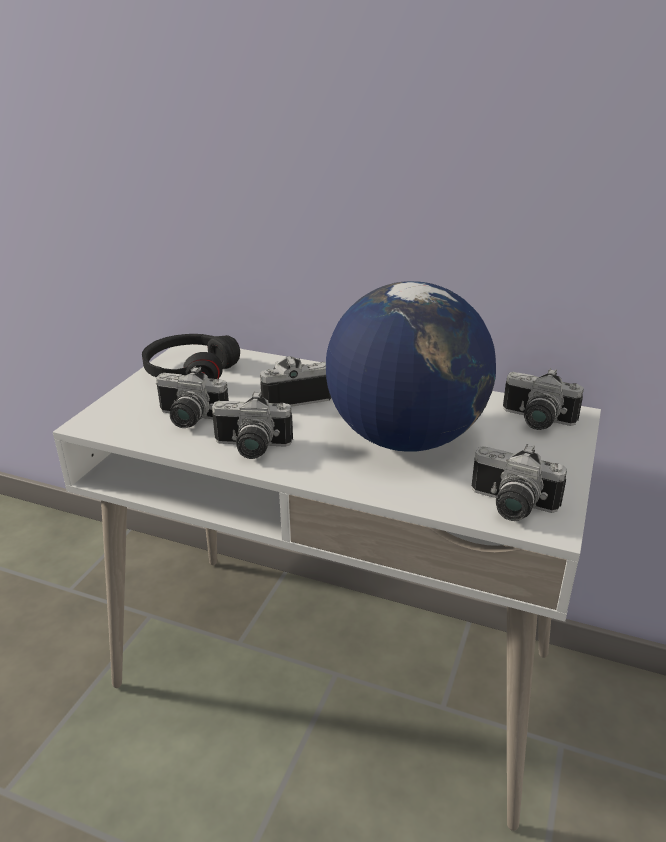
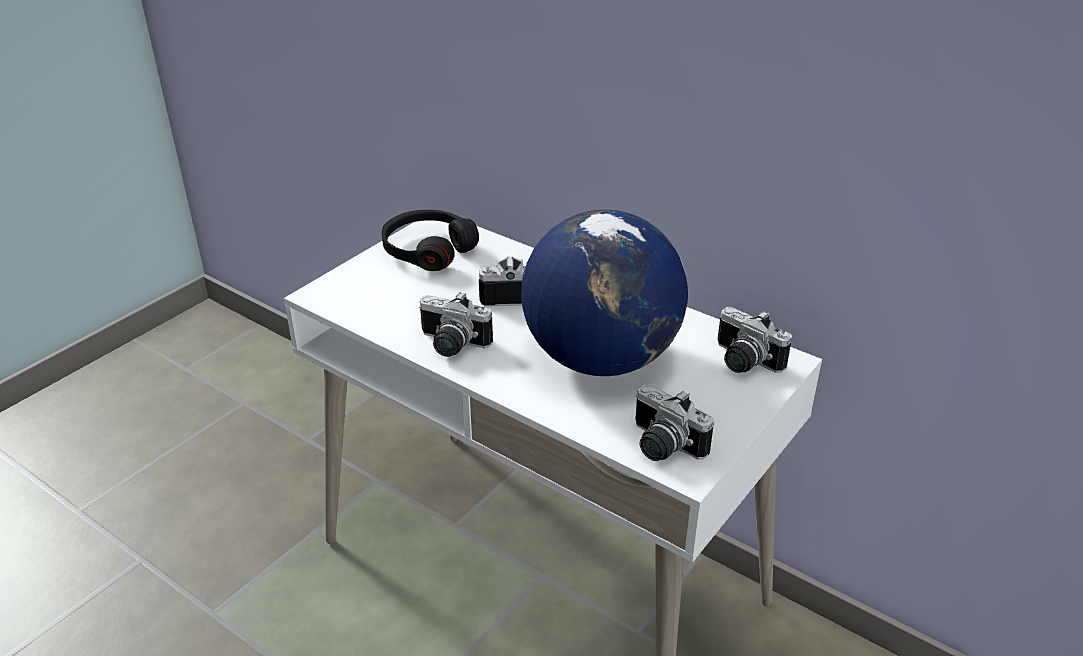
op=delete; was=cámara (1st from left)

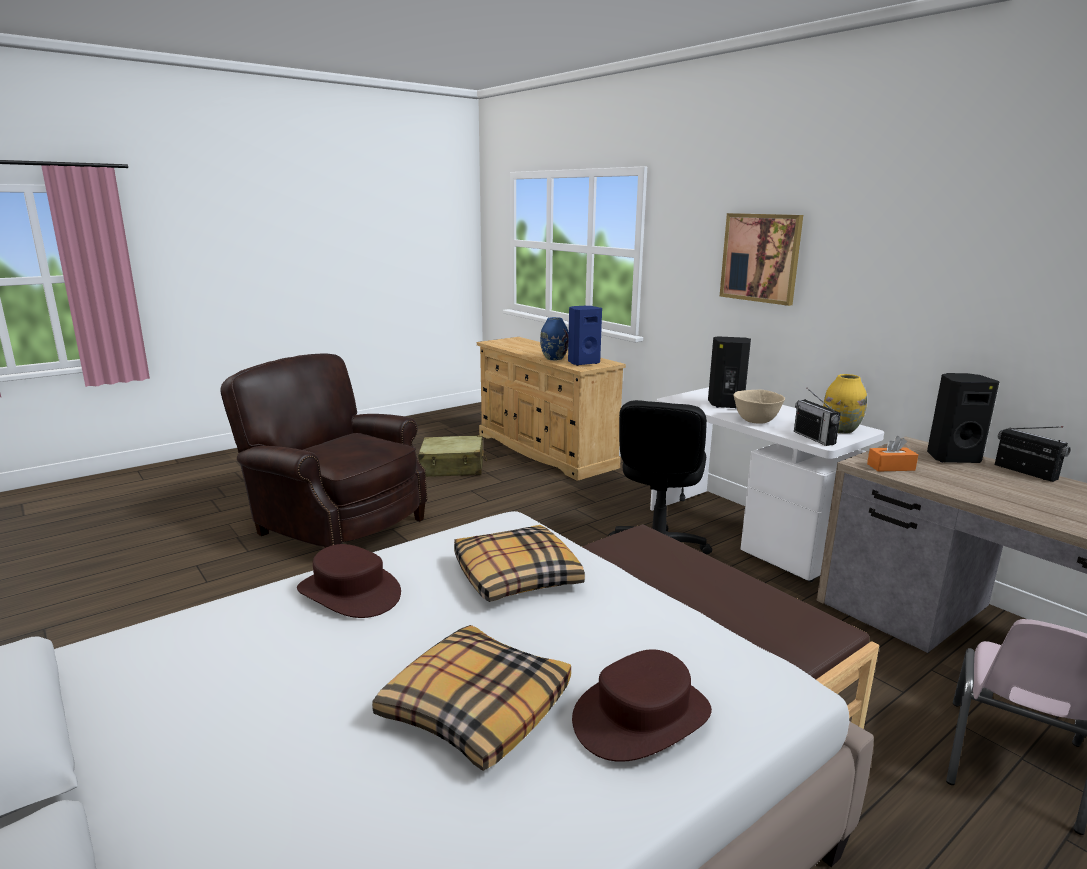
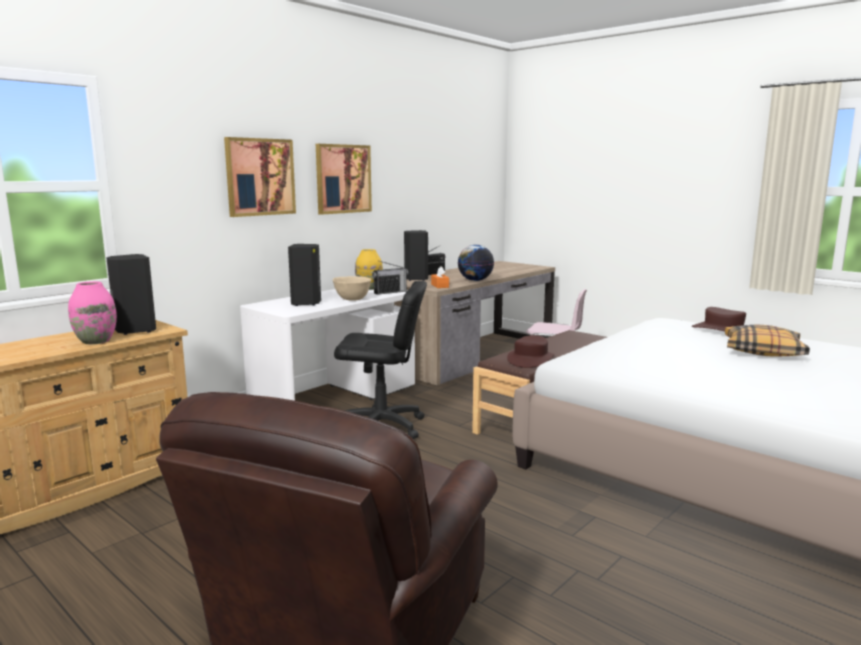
op=recolor; was=altavoz/azul; now=altavoz/negro (1st from left)
op=recolor; was=florero/azul; now=florero/rosa
op=delete; was=maleta/beis
op=delete; was=cojín (2nd from left)
op=move; was=sombrero/marrón (1st from left)
op=insert; now=cuadro (2nd from left)
op=insert; now=globo terráqueo

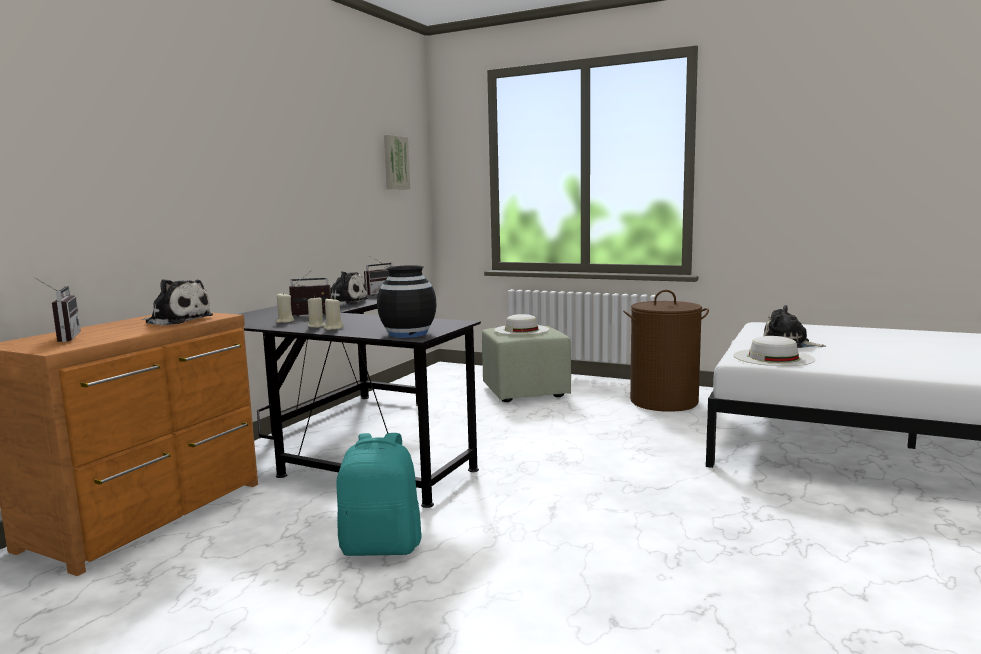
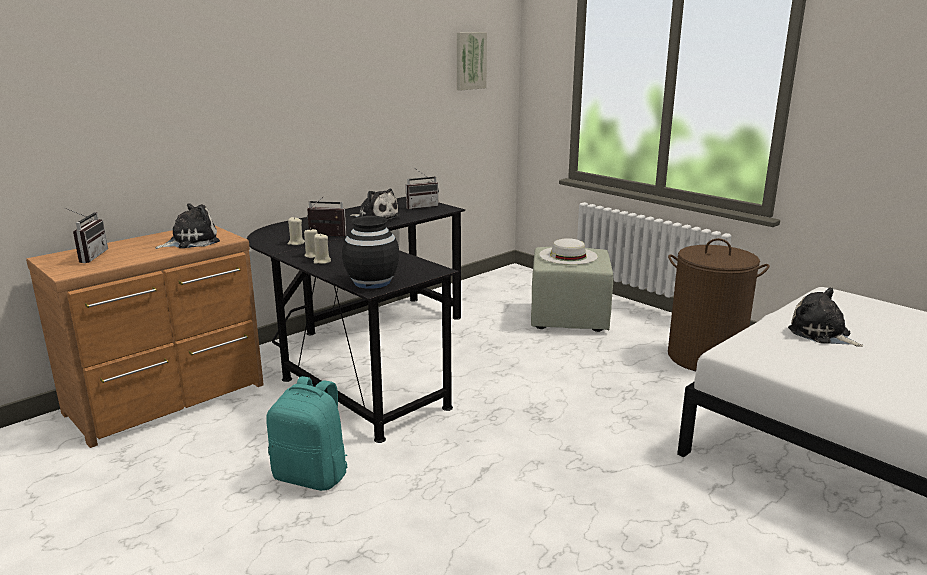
op=rotate; was=peluche (1st from left); clockwise=-75
op=delete; was=sombrero/blanco (2nd from left)

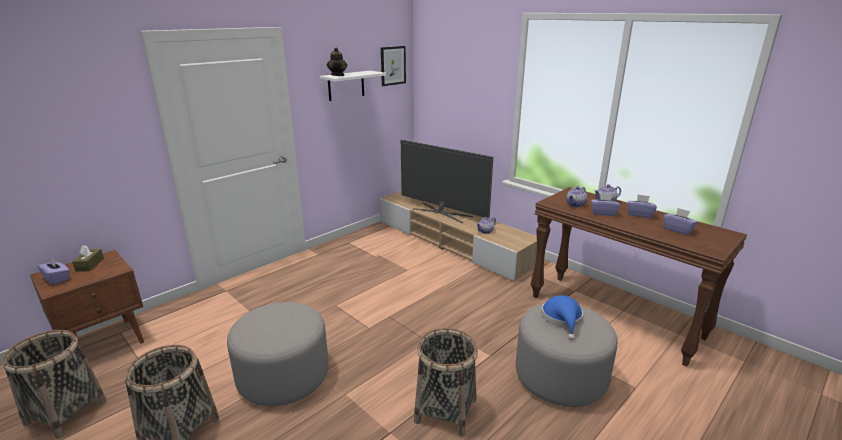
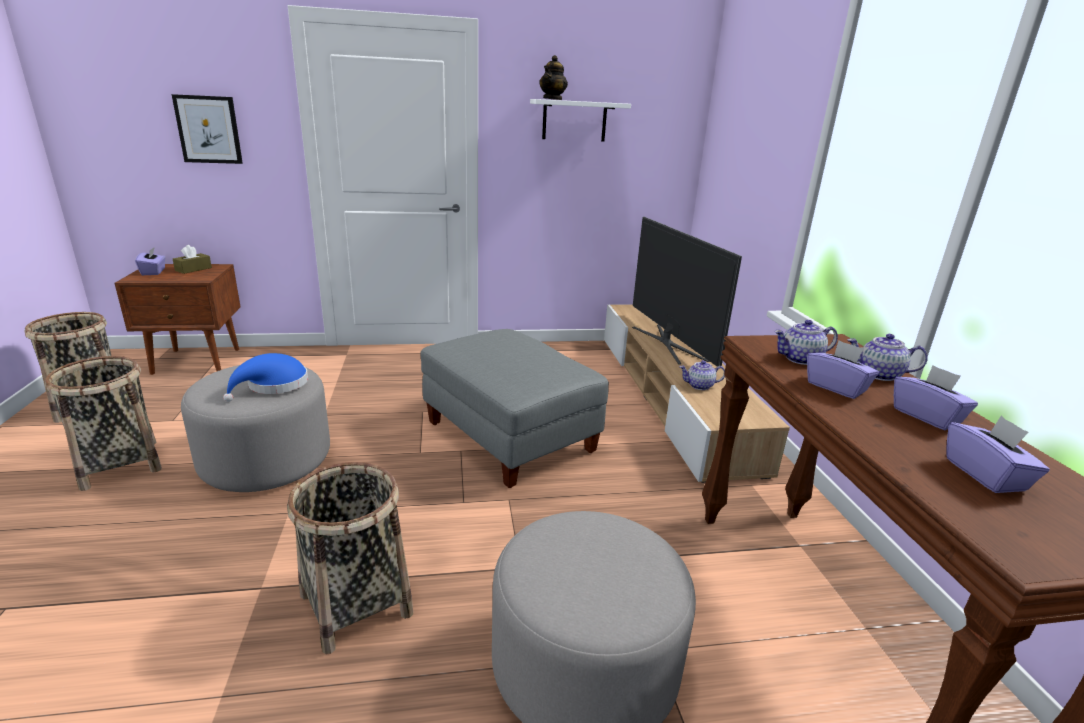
op=move; was=cuadro
op=move; was=sombrero/azul
op=insert; now=puf/gris (2nd from left)

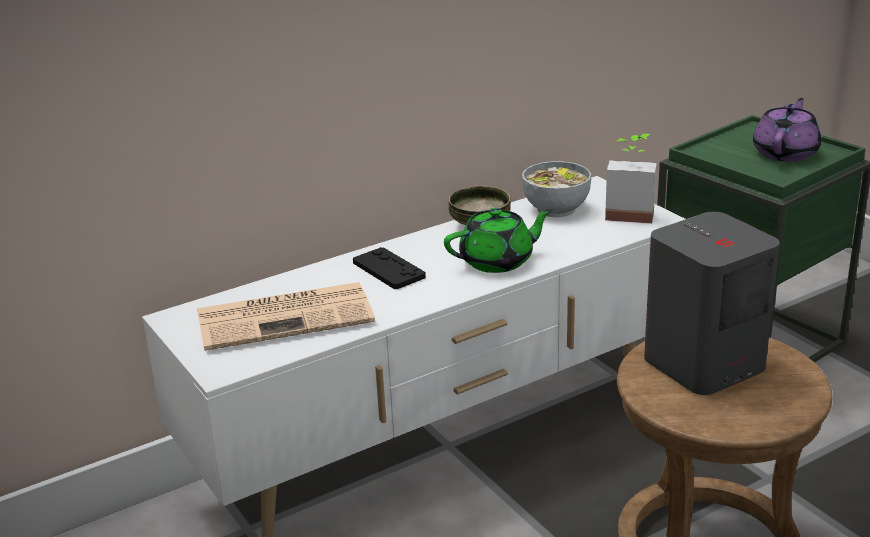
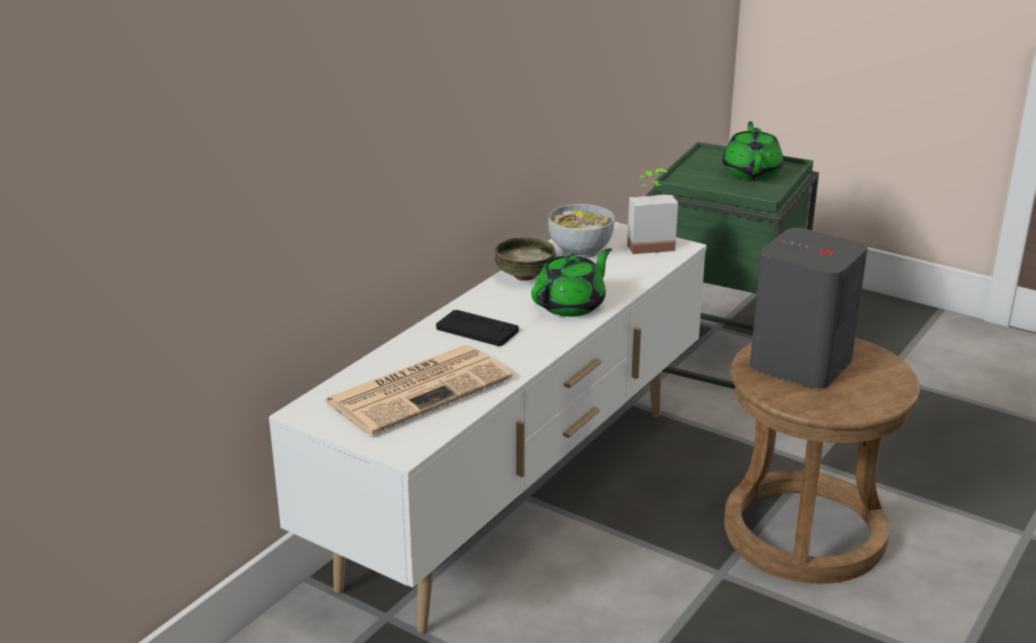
op=recolor; was=tetera/morado; now=tetera/verde (2nd from left)

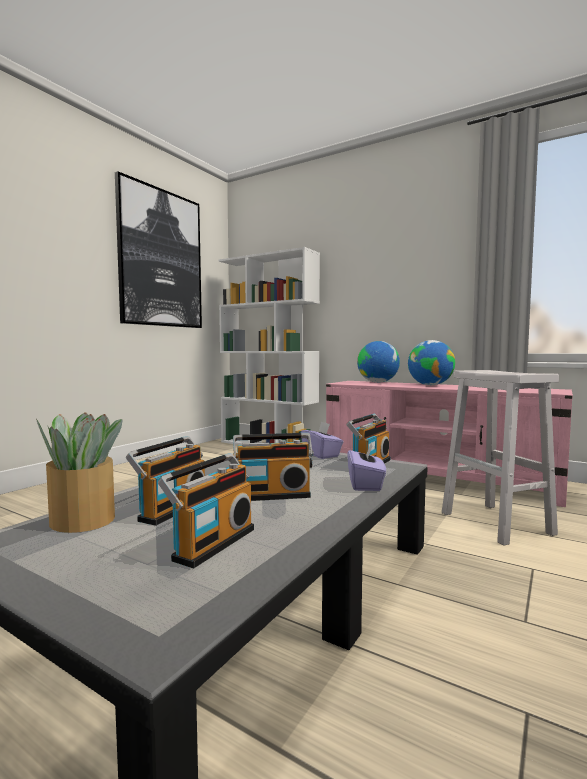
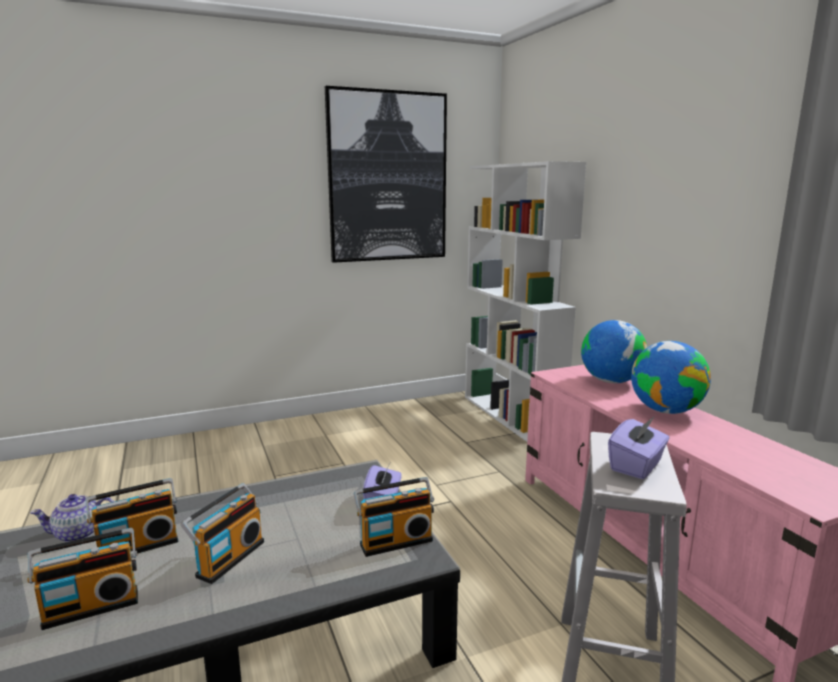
op=replace; was=planta en maceta; now=tetera
op=rotate; was=radio (3rd from left); clockwise=-90
op=move; was=caja de pañuelos/morado (2nd from left)

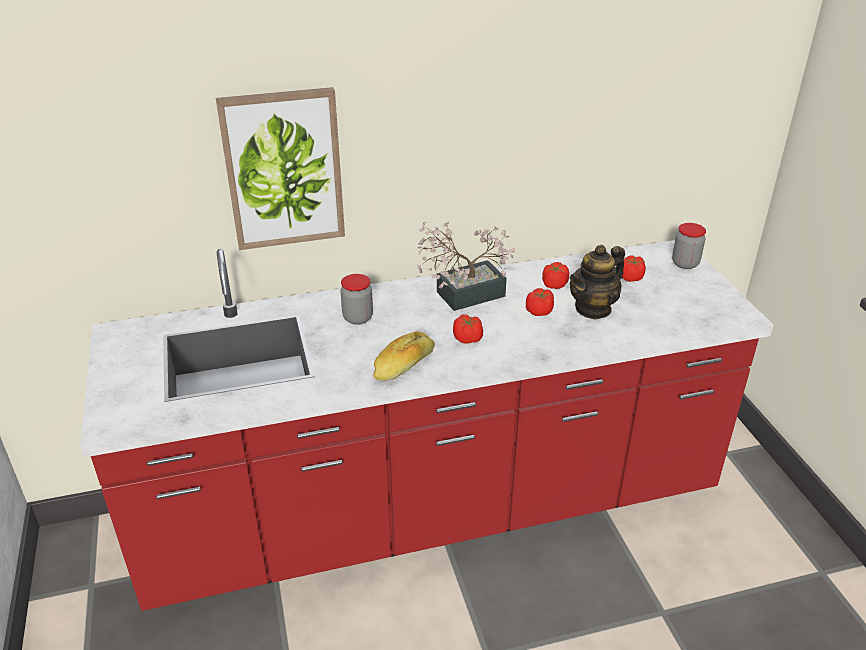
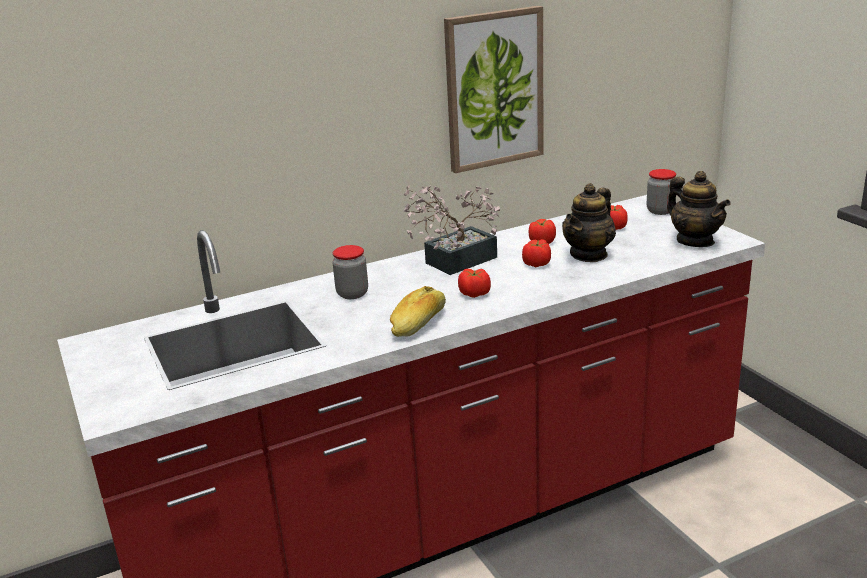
op=move; was=cuadro
op=insert; now=tetera (2nd from left)

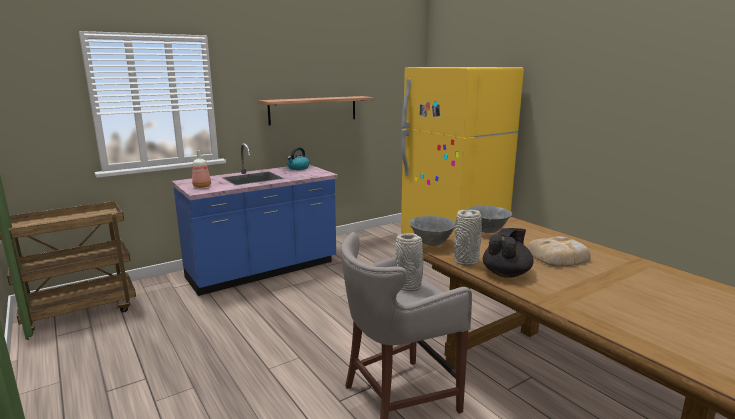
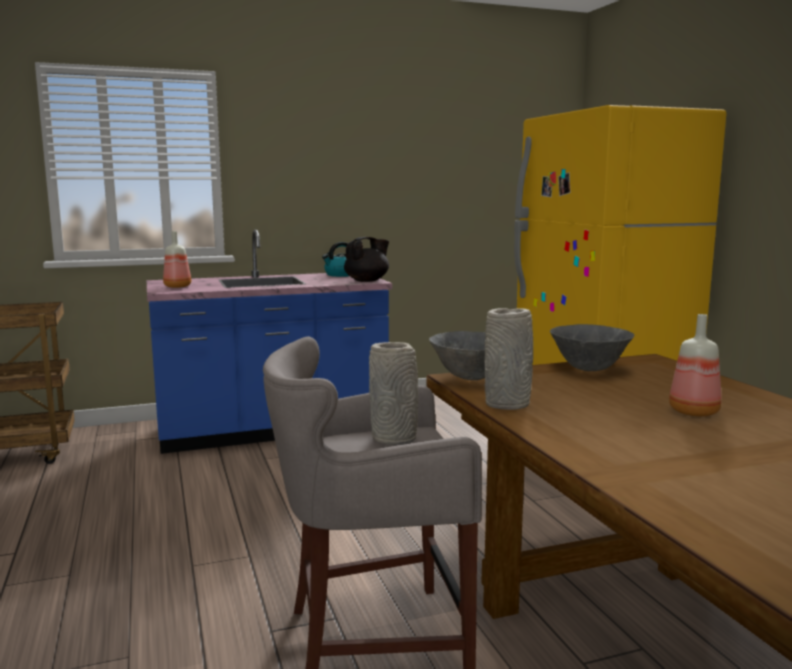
op=delete; was=estante
op=move; was=tetera/negro
op=replace; was=pan; now=botella (2nd from left)

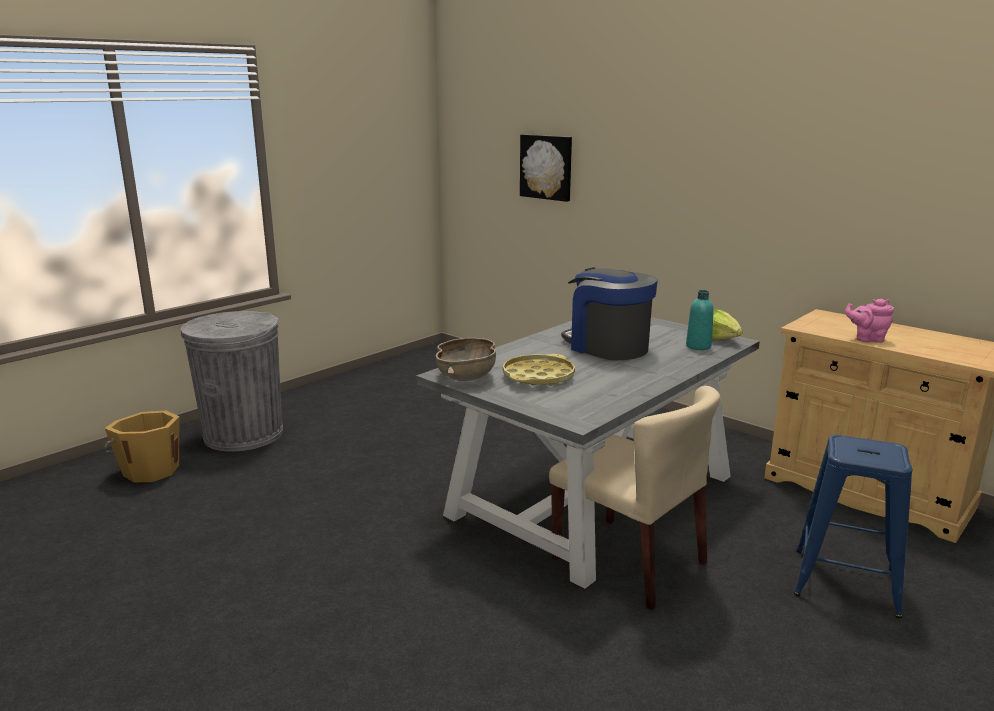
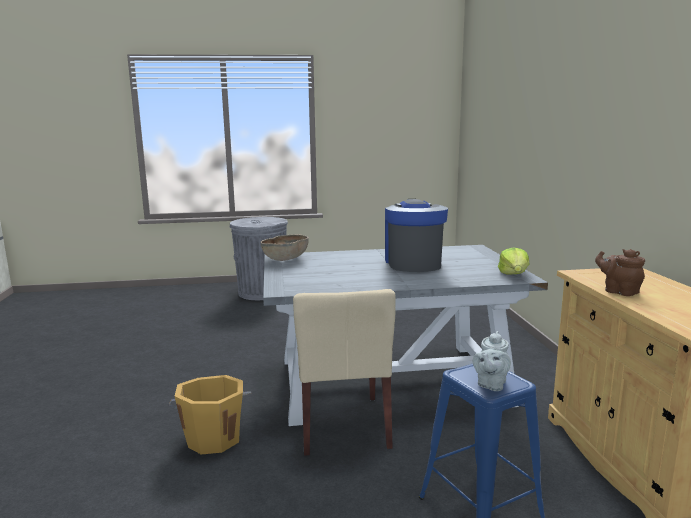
op=delete; was=cuadro
op=delete; was=botella/turquesa
op=recolor; was=tetera/rosa; now=tetera/marrón
op=delete; was=bandeja/amarillo
op=move; was=cubo/naranja
op=insert; now=tetera/gris

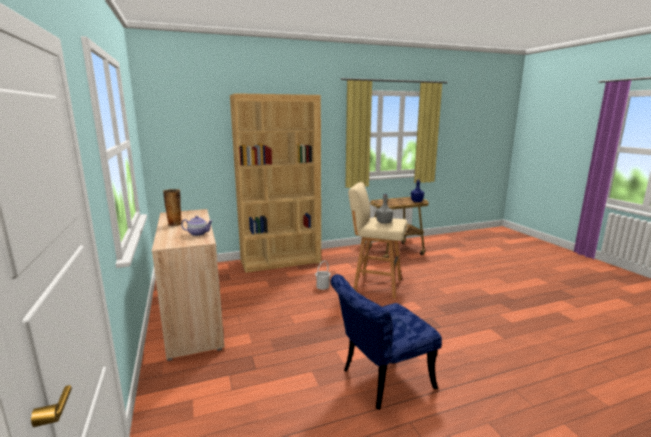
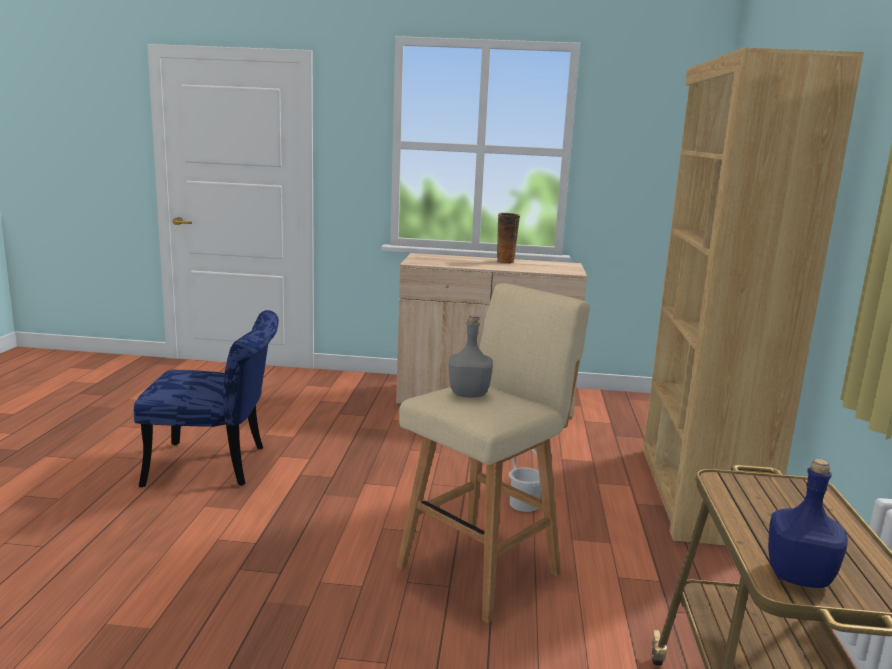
op=delete; was=tetera
op=rotate; was=silla/azul; clockwise=90

